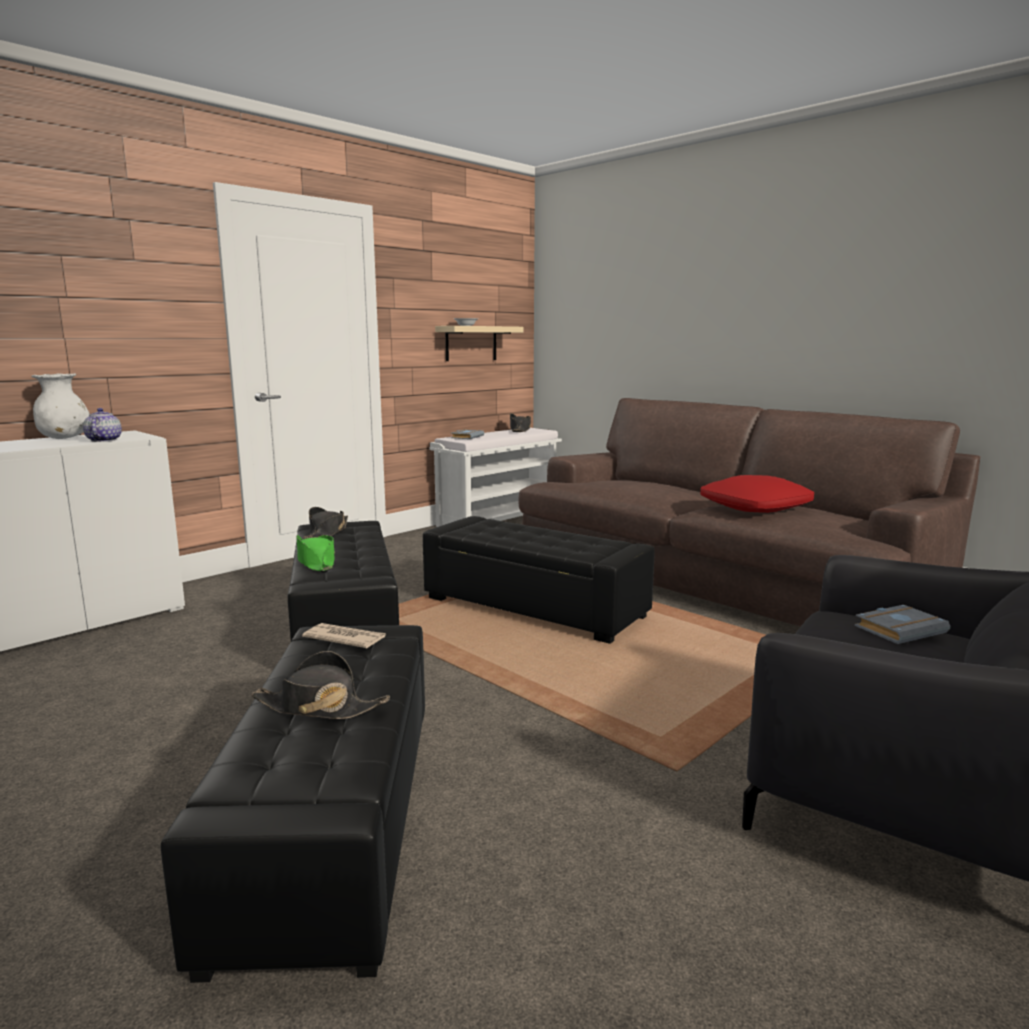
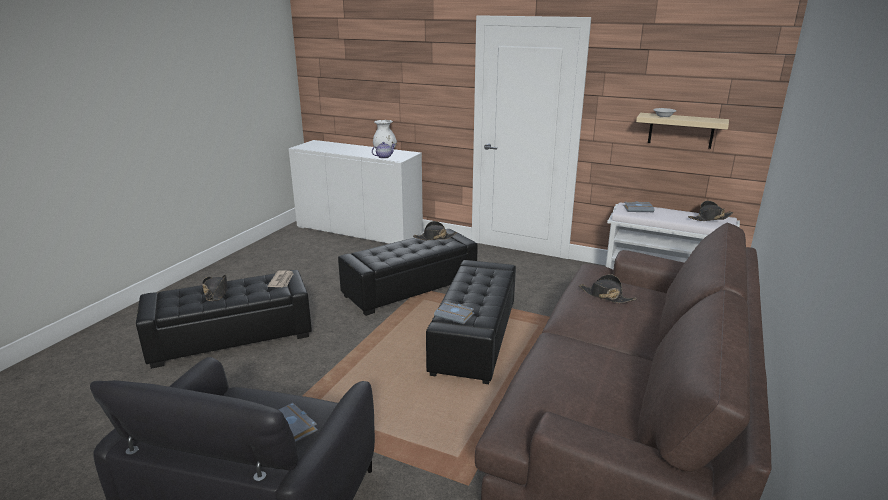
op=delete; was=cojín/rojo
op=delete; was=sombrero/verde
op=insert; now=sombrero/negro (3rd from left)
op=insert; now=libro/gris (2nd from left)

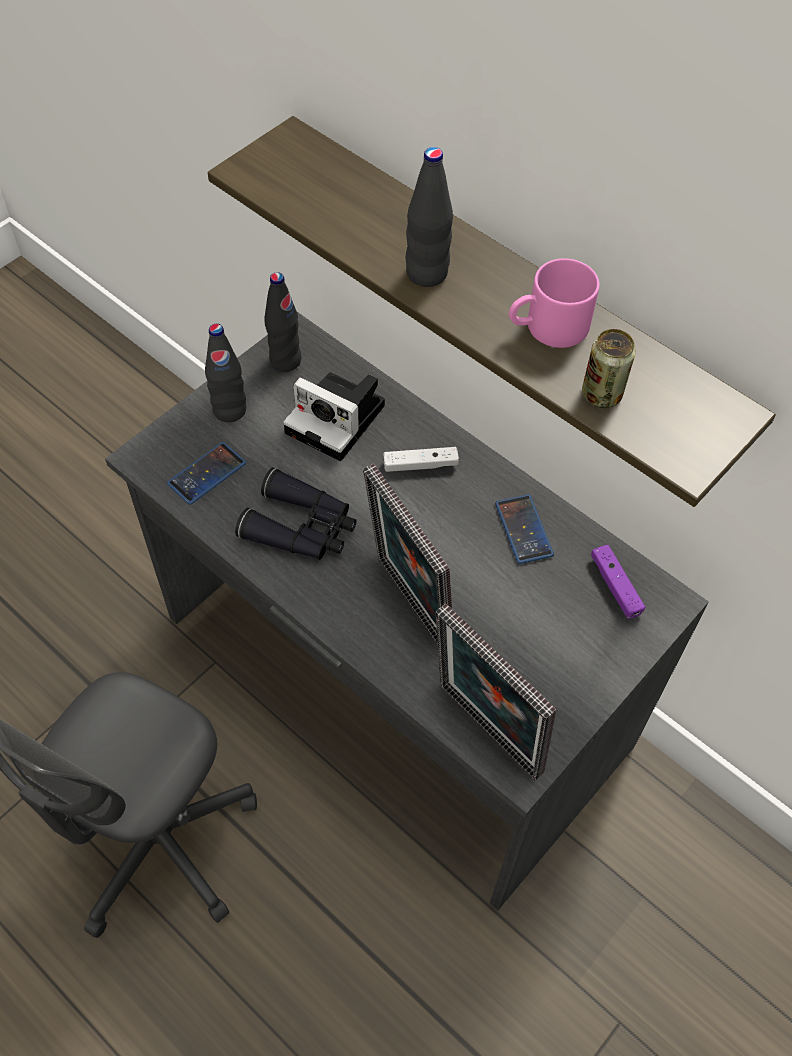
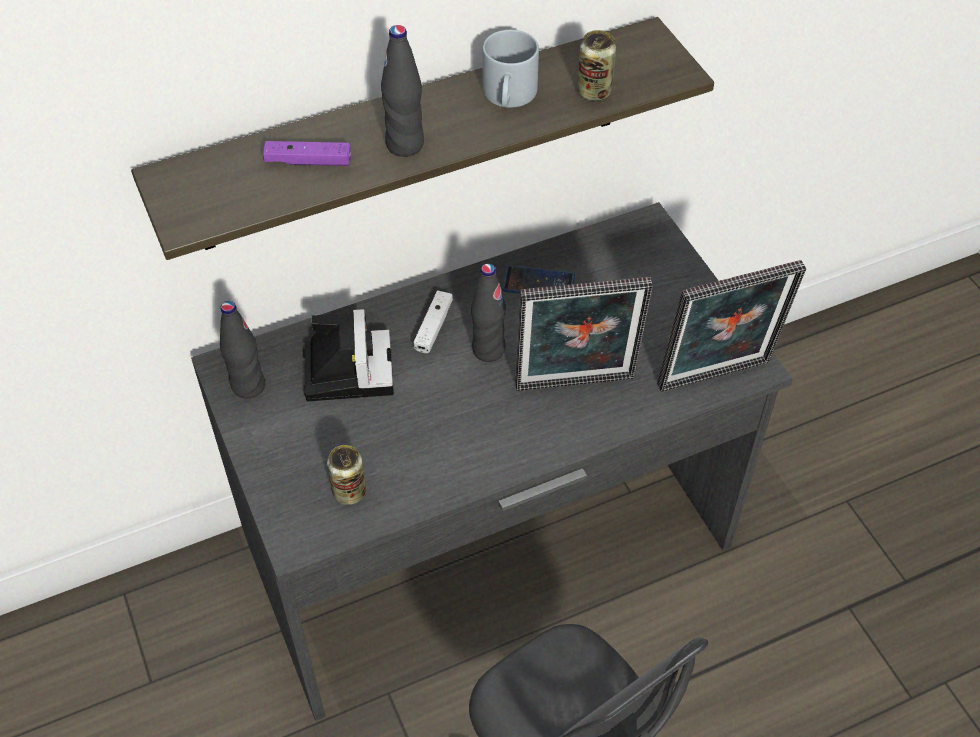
op=recolor; was=taza grande/rosa; now=taza grande/gris
op=move; was=botella/negro (1st from left in the first image); now=botella/negro (3rd from left)
op=rotate; was=cámara; clockwise=-60
op=replace; was=móvil (1st from left); now=lata (1st from left)
op=delete; was=prismáticos/negro
op=move; was=mando de consola/morado

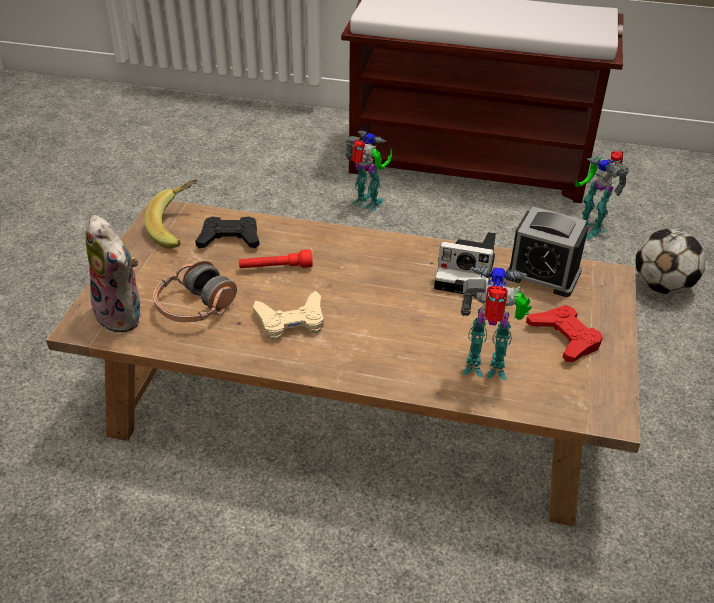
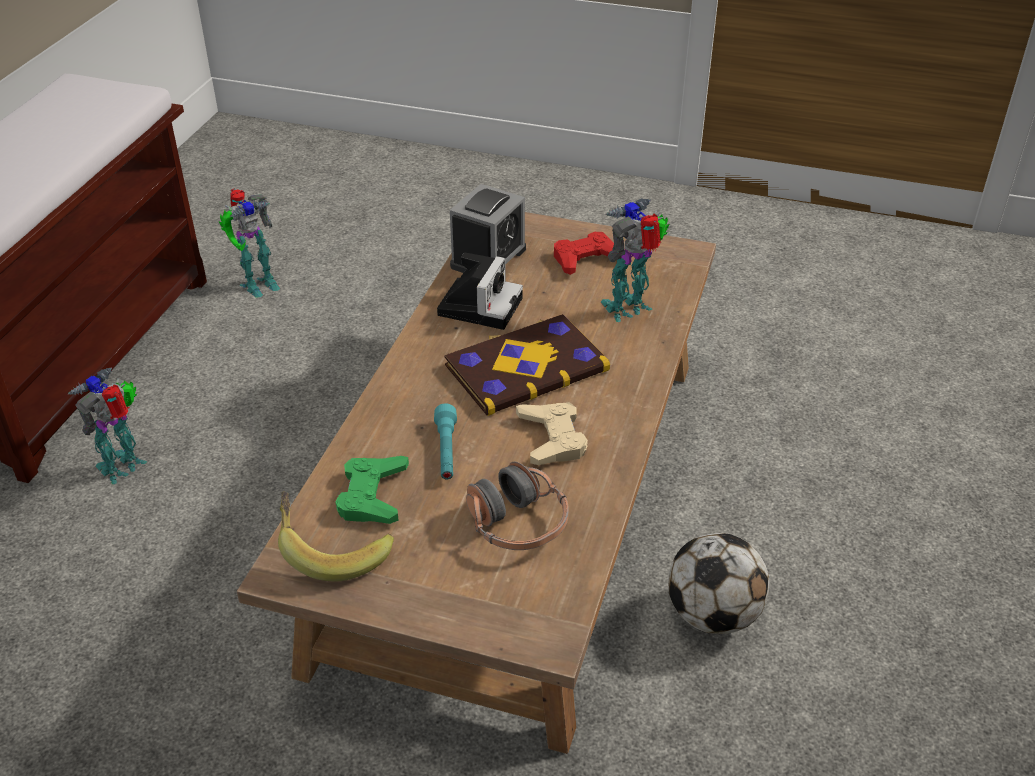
op=delete; was=peluche
op=recolor; was=mando de consola/negro; now=mando de consola/verde
op=move; was=balón de fútbol
op=recolor; was=linterna/rojo; now=linterna/turquesa
op=rotate; was=robot de juguete (2nd from left in the first image); clockwise=45
op=insert; now=libro

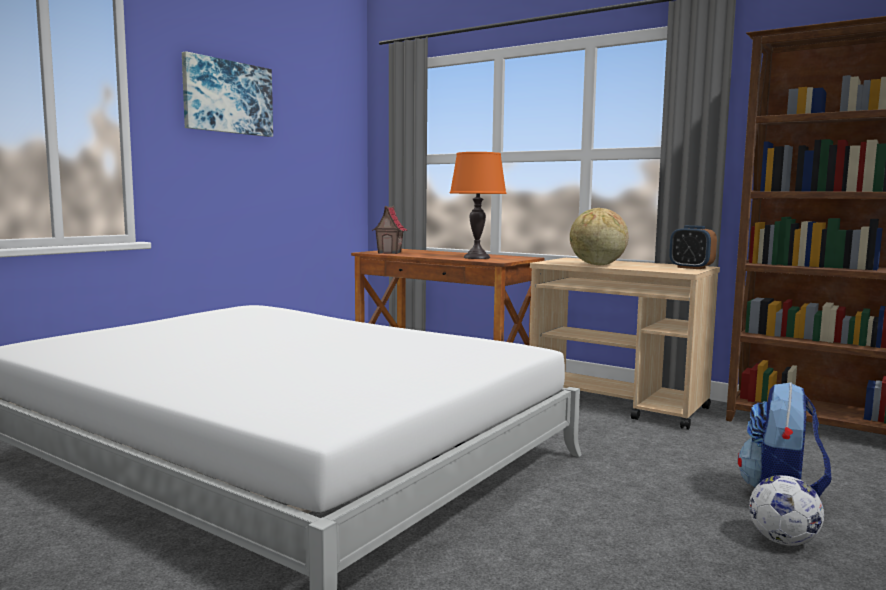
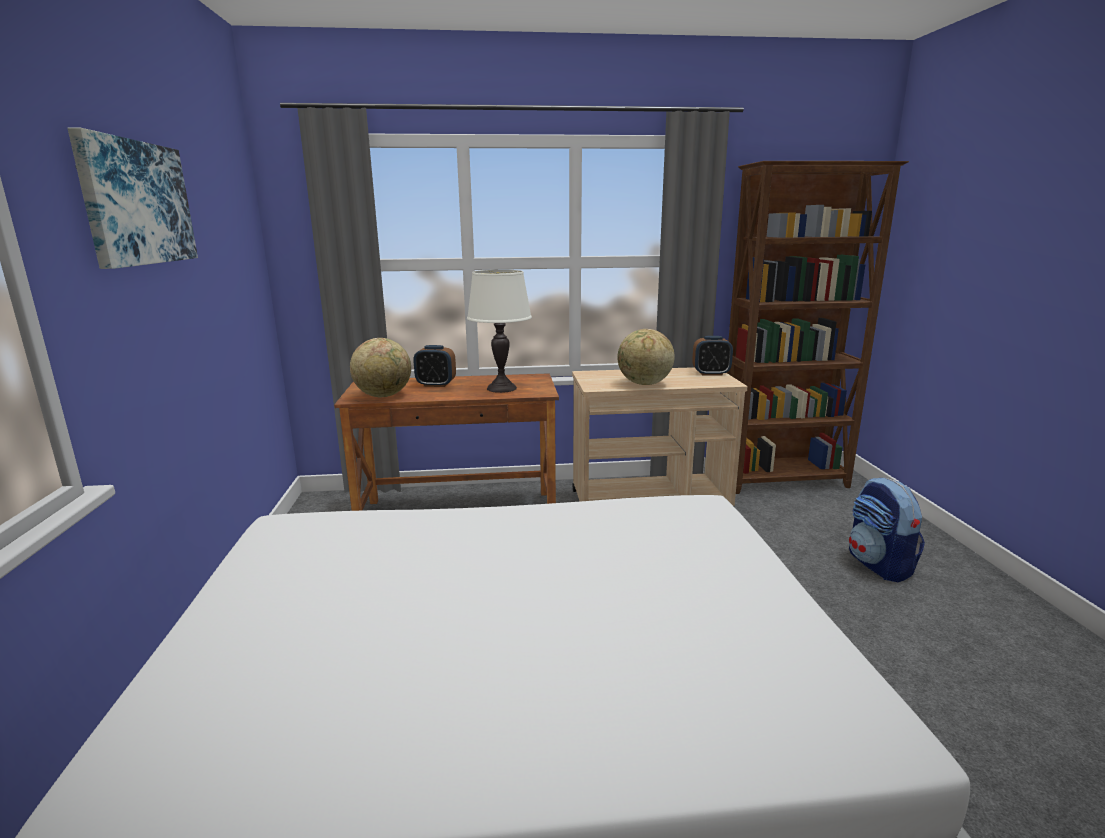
op=recolor; was=lámpara de mesa/naranja; now=lámpara de mesa/blanco
op=replace; was=casita; now=globo terráqueo (1st from left)
op=delete; was=balón de fútbol
op=insert; now=despertador (1st from left)

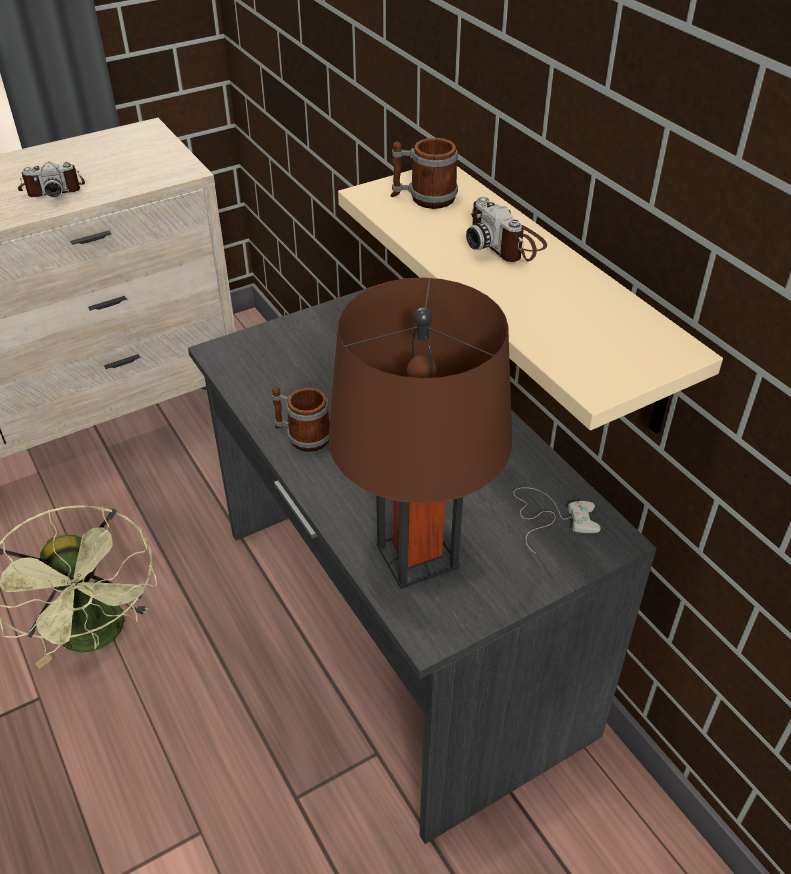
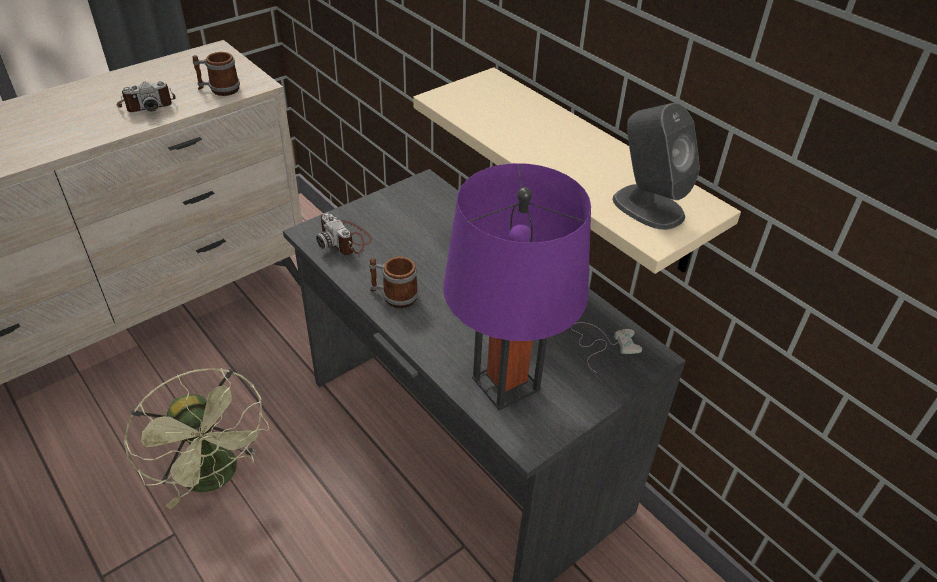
op=move; was=taza grande (2nd from left in the first image); now=taza grande (1st from left)
op=move; was=cámara (2nd from left)
op=recolor; was=lámpara de mesa/marrón; now=lámpara de mesa/morado
op=insert; now=altavoz/gris

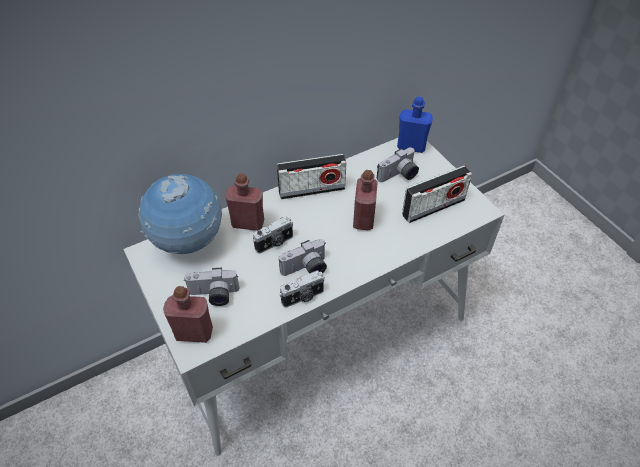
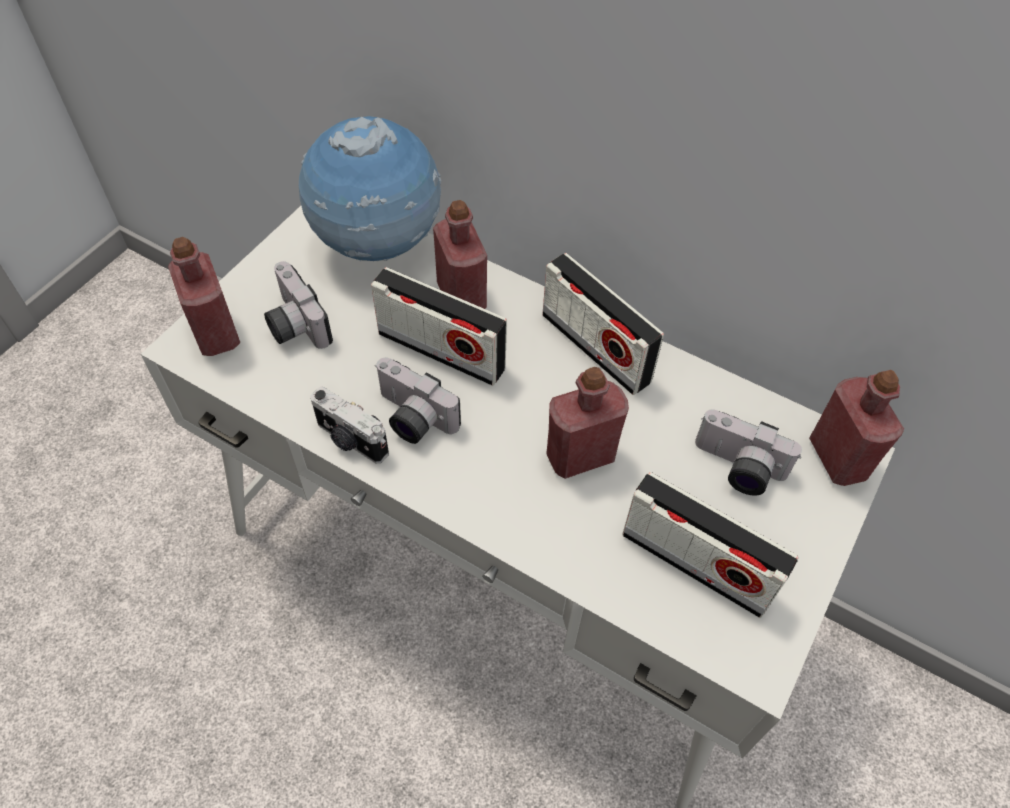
op=recolor; was=botella/azul; now=botella/rojo (4th from left)
op=replace; was=cámara (2nd from left); now=radio (1st from left)

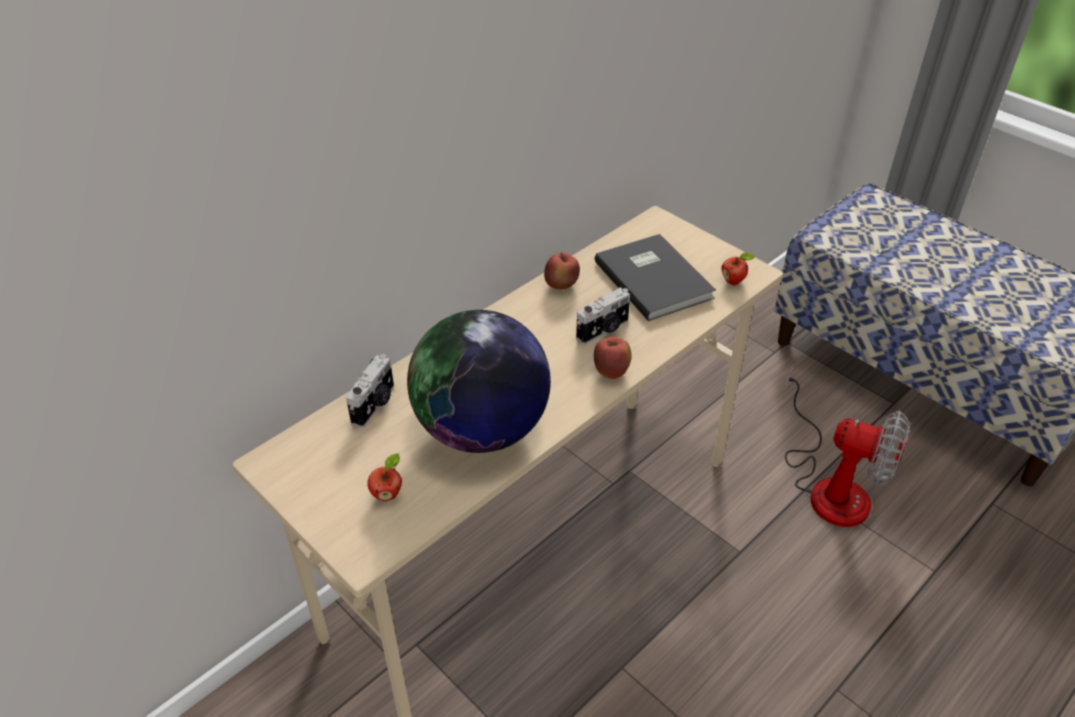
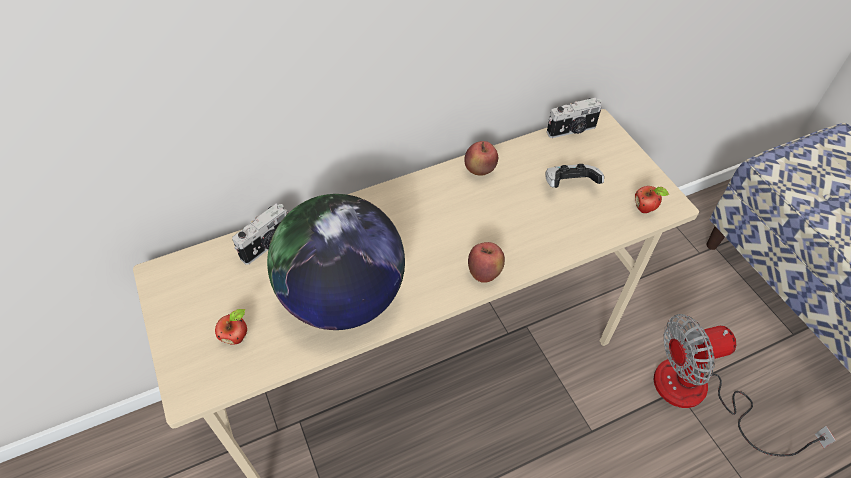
op=replace; was=libro/gris; now=mando de consola
op=move; was=cámara (2nd from left)
op=rotate; was=ventilador; clockwise=120

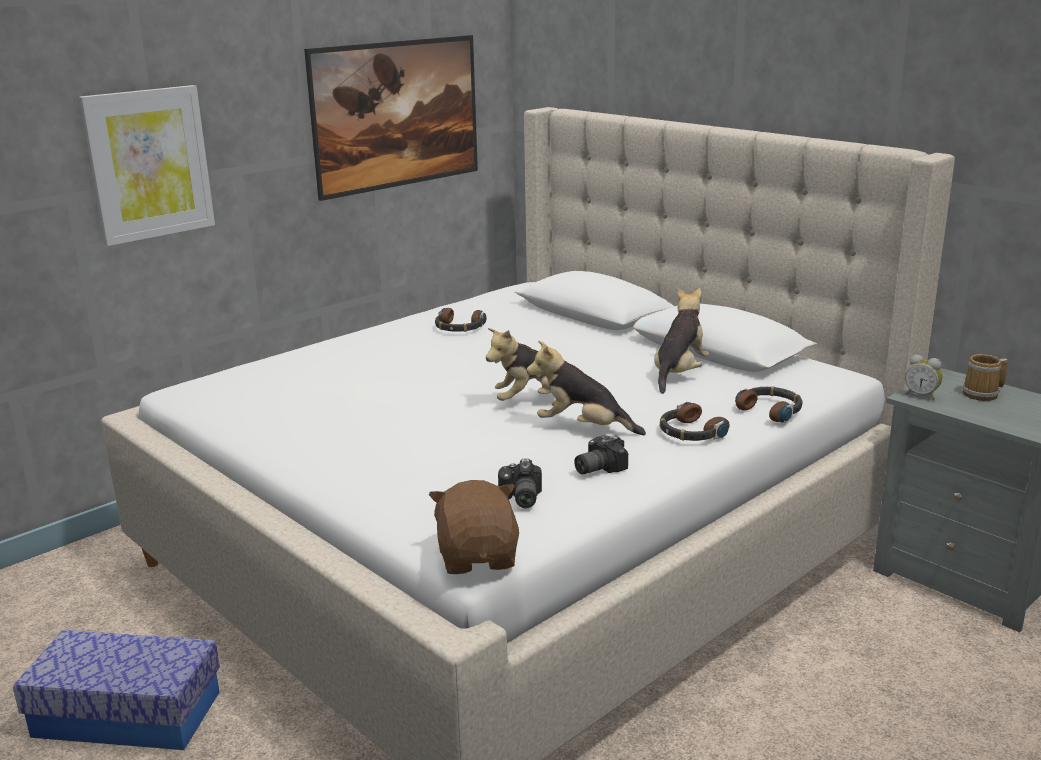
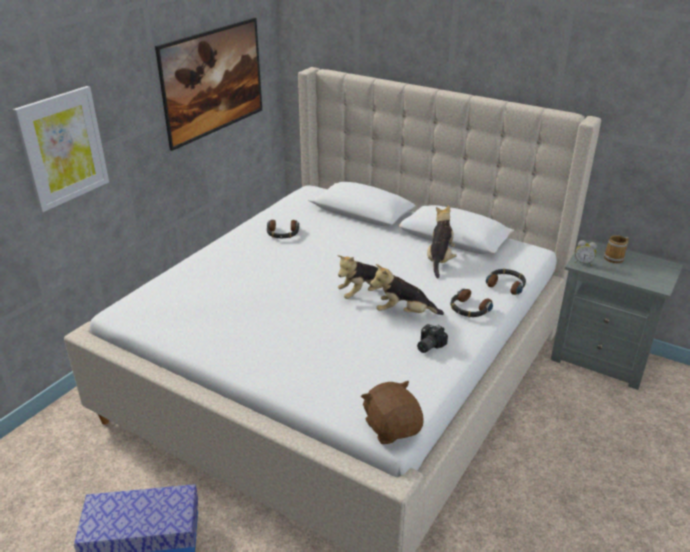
op=delete; was=cámara (1st from left)

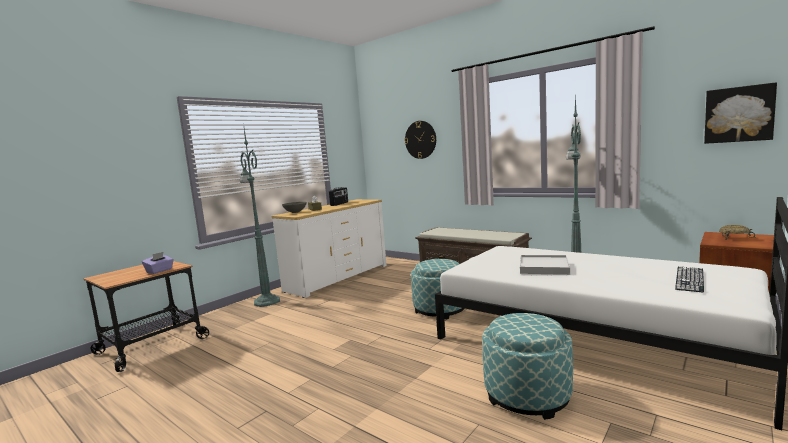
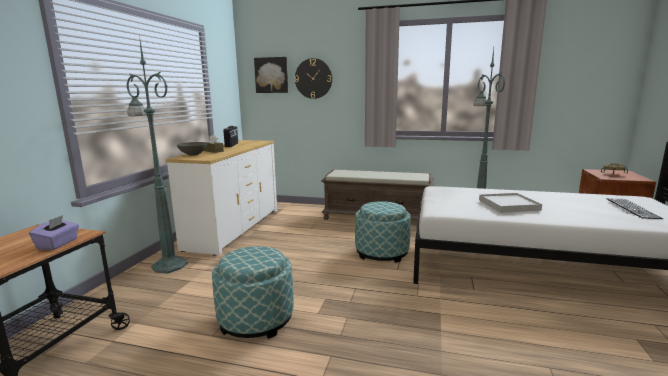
op=move; was=cuadro
op=move; was=puf (2nd from left in the first image); now=puf (1st from left)

